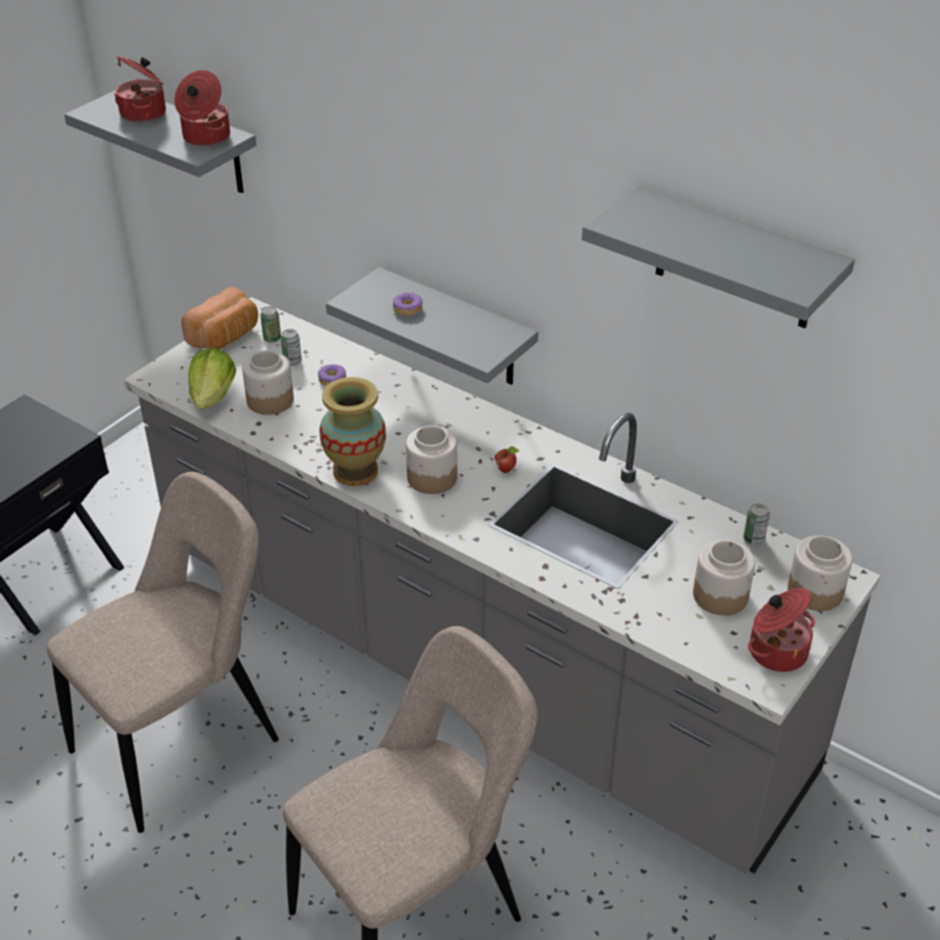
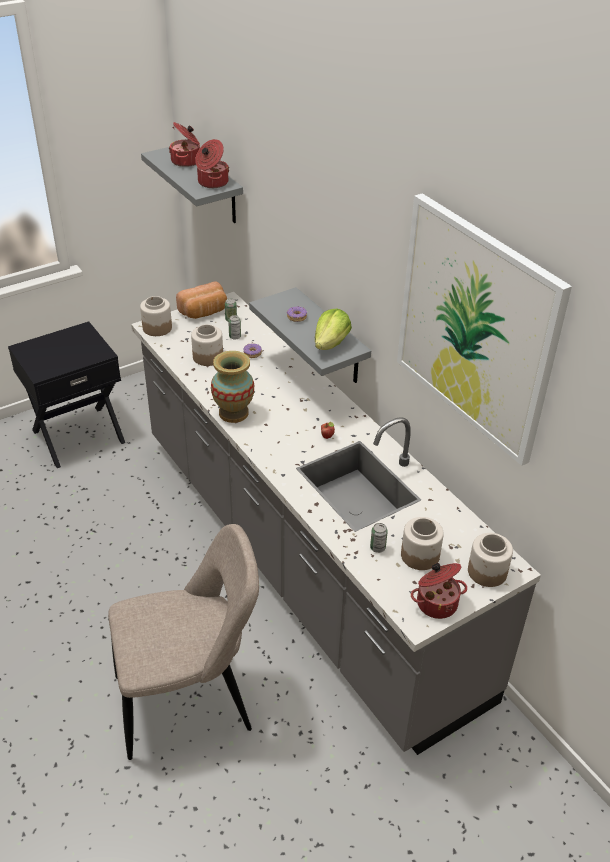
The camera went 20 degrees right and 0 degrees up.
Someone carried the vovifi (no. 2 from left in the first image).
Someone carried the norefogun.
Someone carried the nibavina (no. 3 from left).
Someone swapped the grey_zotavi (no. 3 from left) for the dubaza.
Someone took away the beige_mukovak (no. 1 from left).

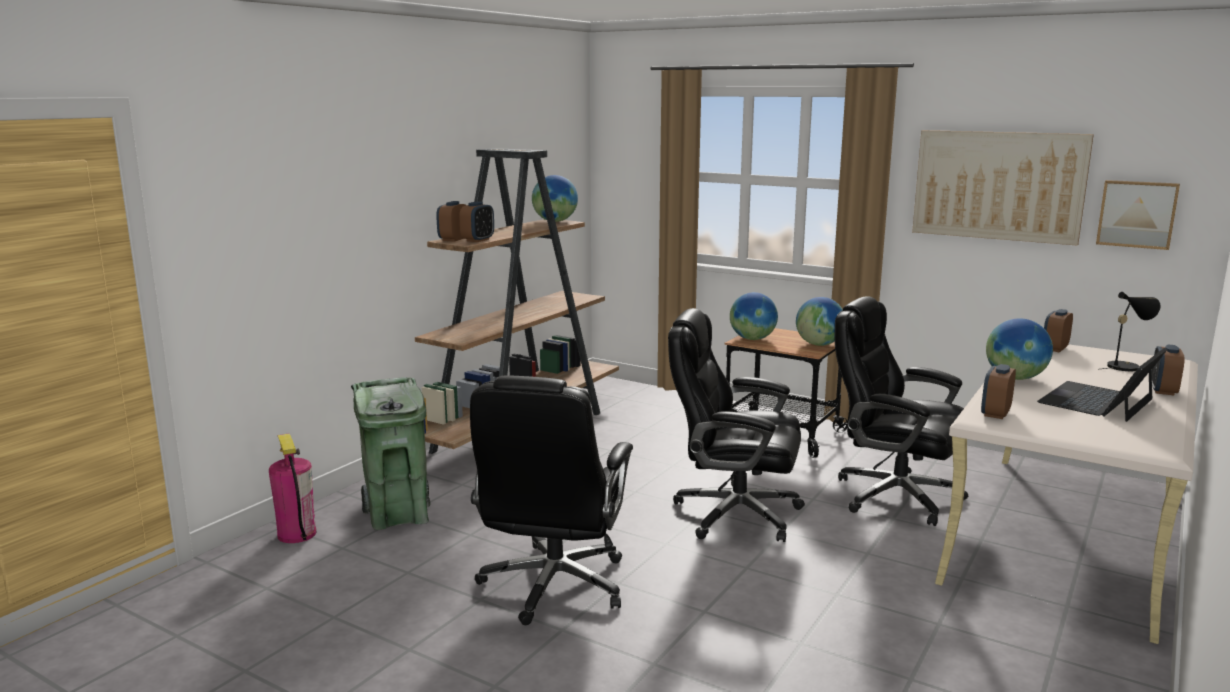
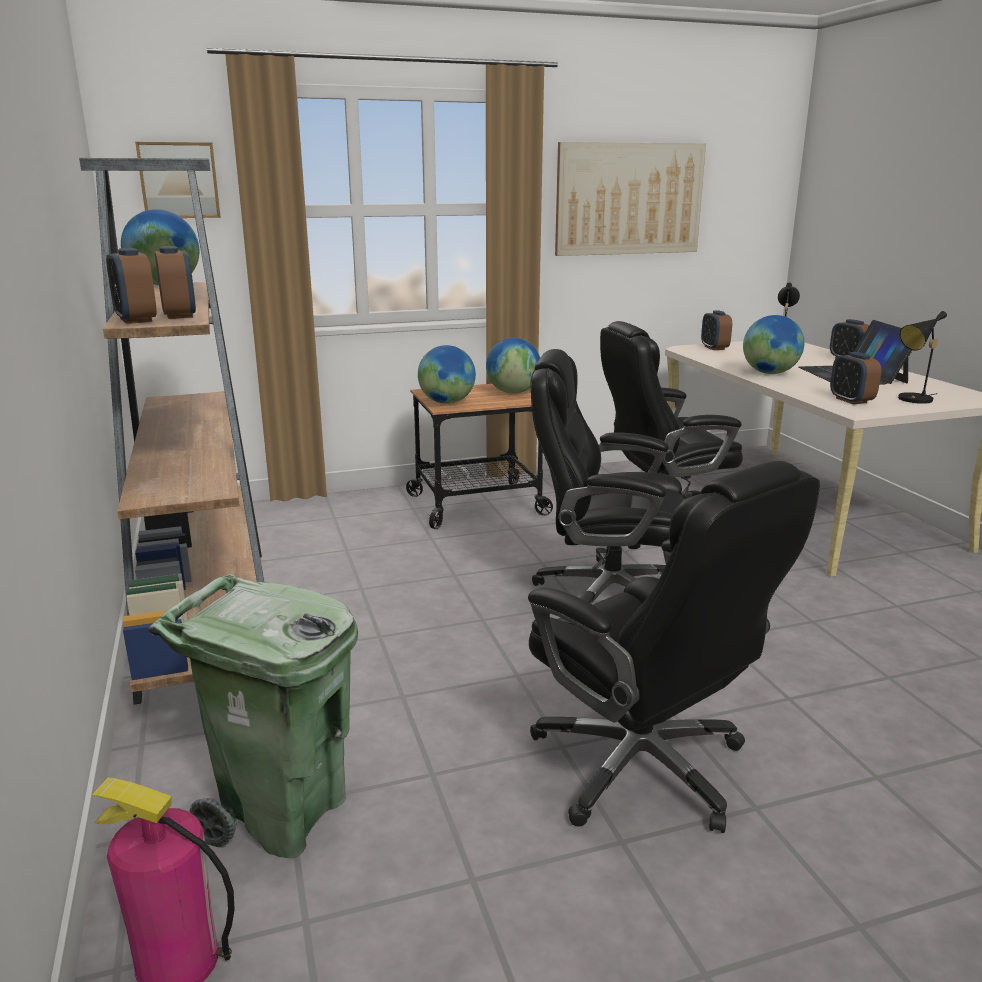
The camera went 50 degrees left and 5 degrees up.
Someone carried the dubaza (no. 2 from left in the first image).
Someone rotated the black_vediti (no. 2 from left in the first image) by 45 degrees clockwise.
Someone put down the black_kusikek (no. 2 from left).

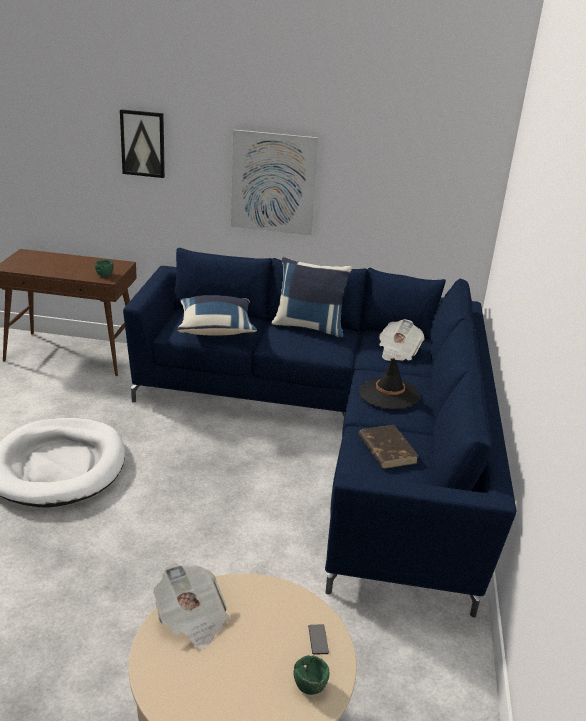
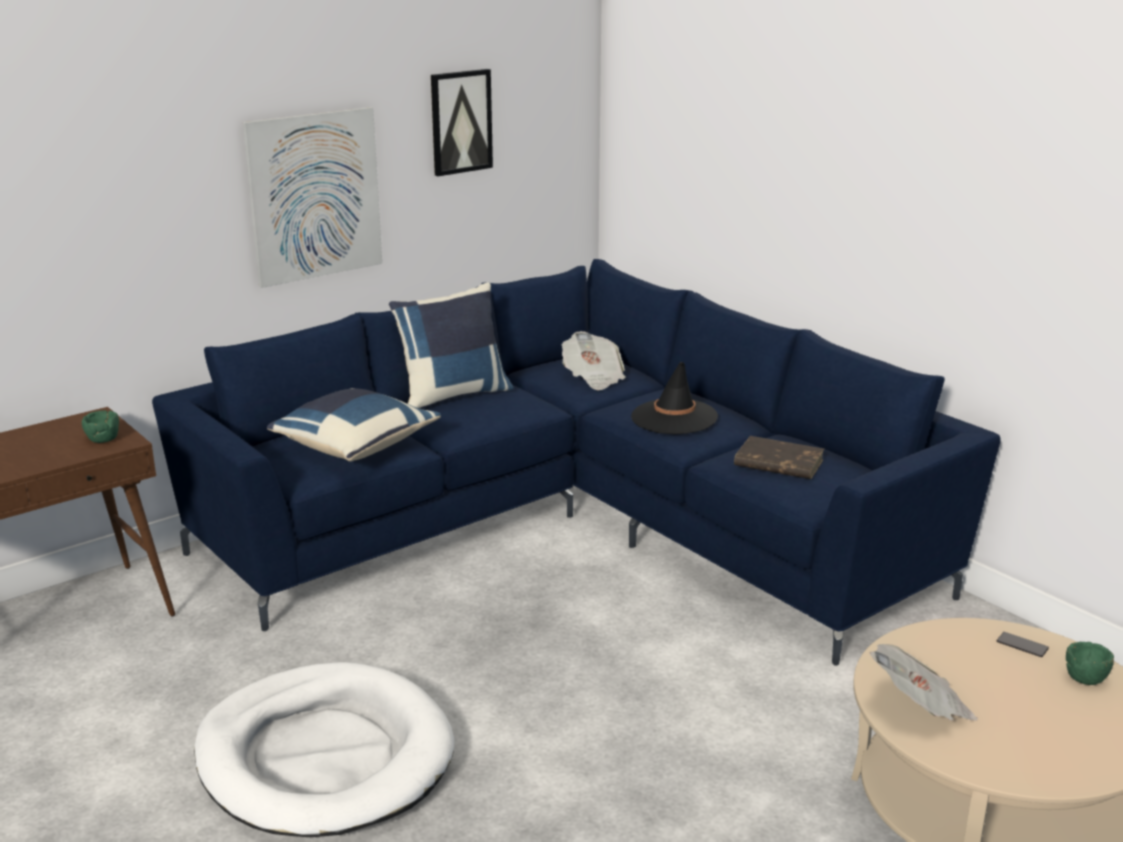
The camera went 45 degrees left and 5 degrees down.
Someone carried the dubaza (no. 1 from left in the first image).

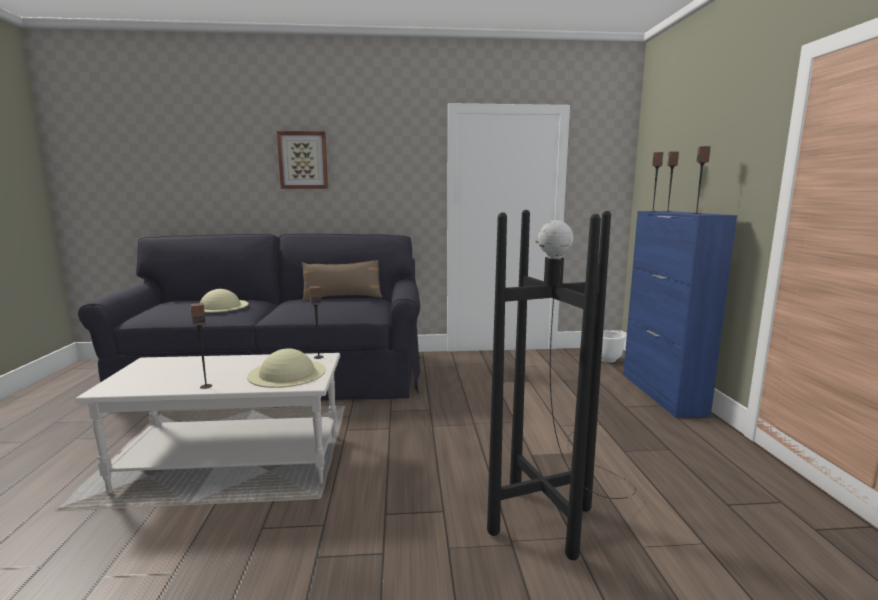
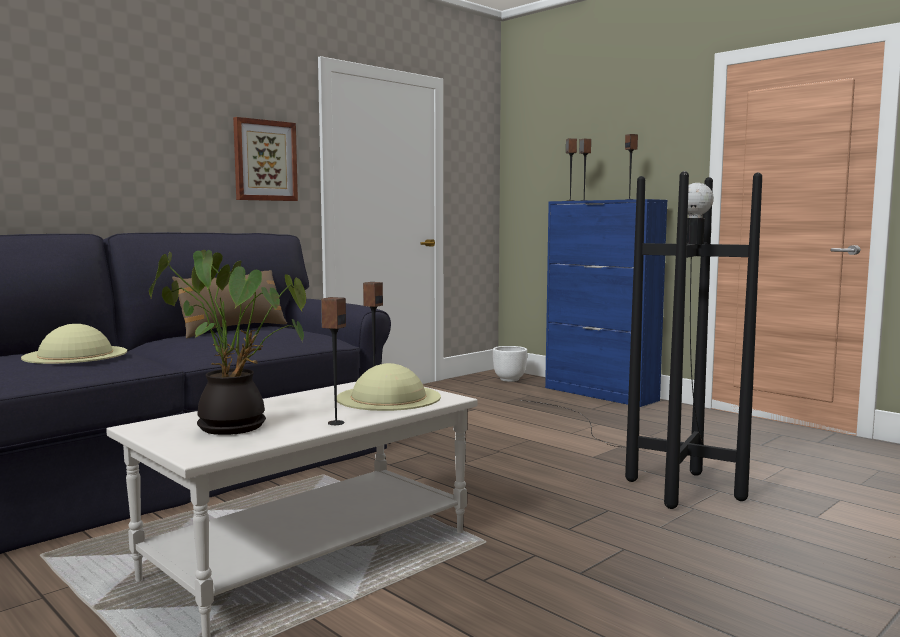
The camera went 40 degrees left and 5 degrees down.
Someone put down the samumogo.
Someone carried the dubaza.

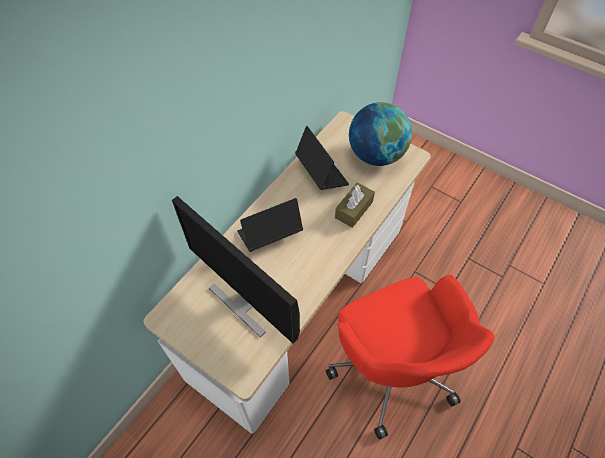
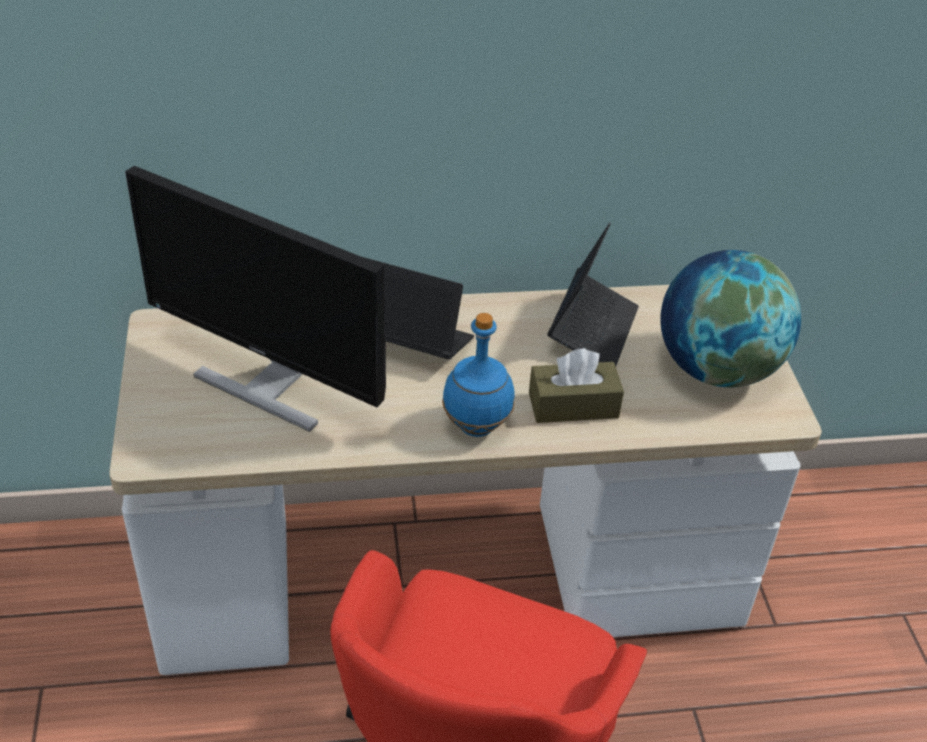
The camera went 45 degrees right and 15 degrees down.
Someone rotated the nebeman by 60 degrees counterclockwise.
Someone put down the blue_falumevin.

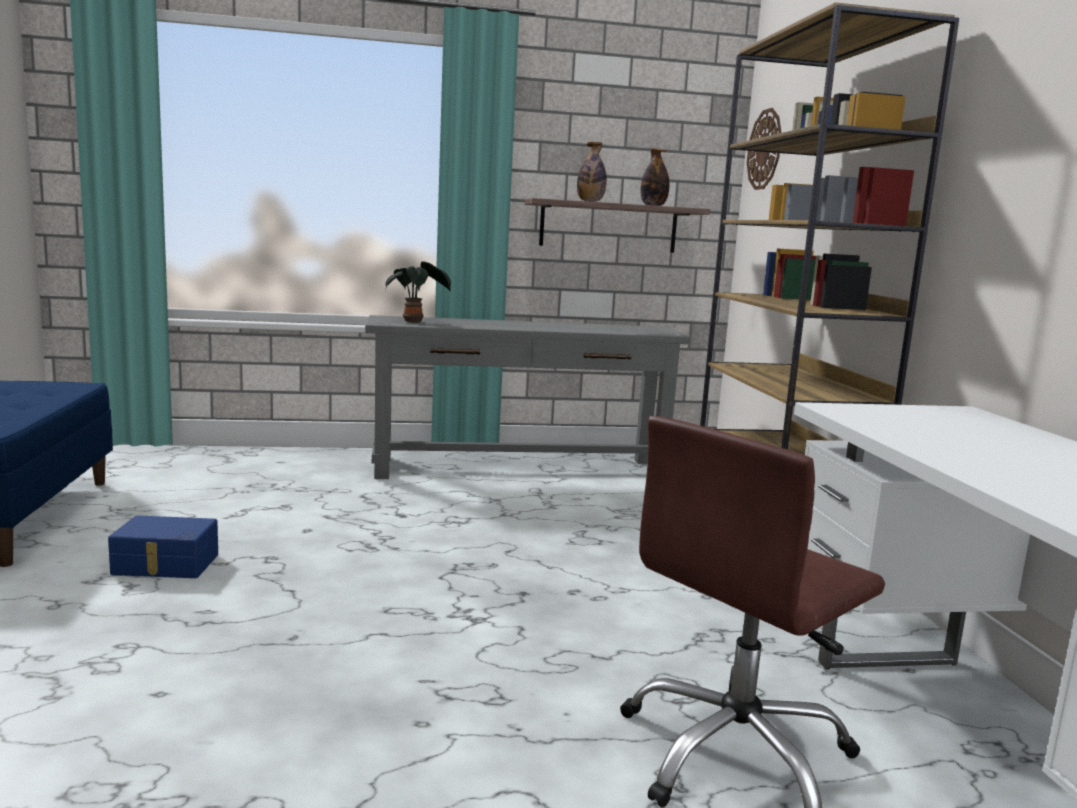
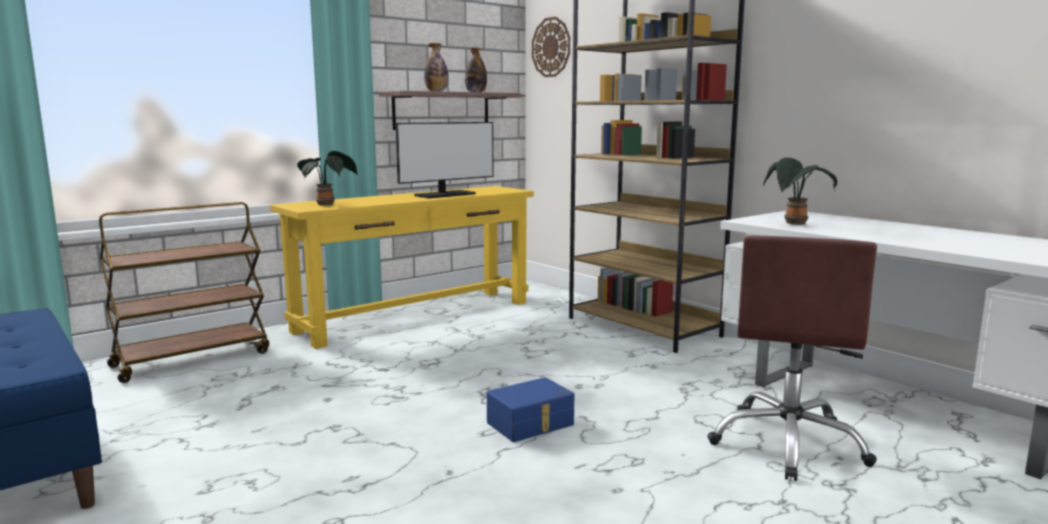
The camera went 30 degrees left and 0 degrees up.
Someone put down the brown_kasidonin.
Someone repainted the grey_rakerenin, which became the yellow_rakerenin.
Someone put down the nebeman.
Someone carried the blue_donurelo.
Someone put down the samumogo (no. 2 from left).

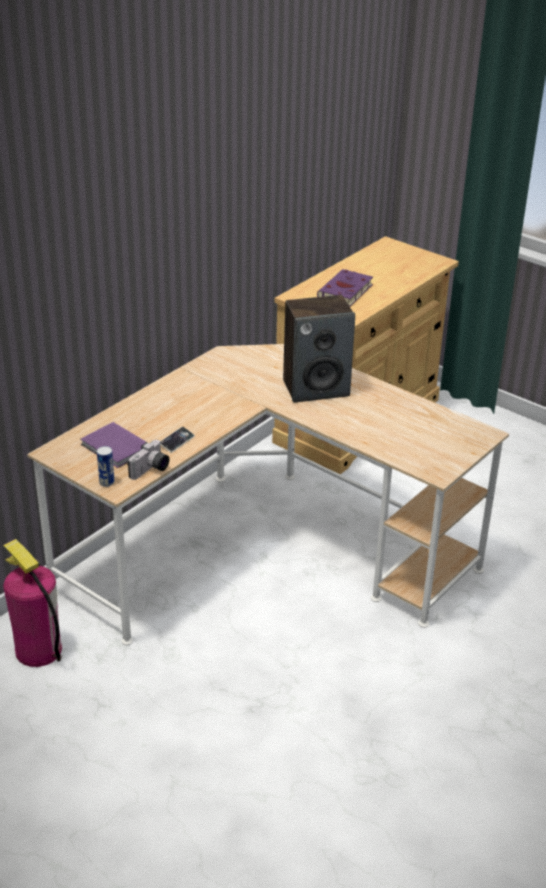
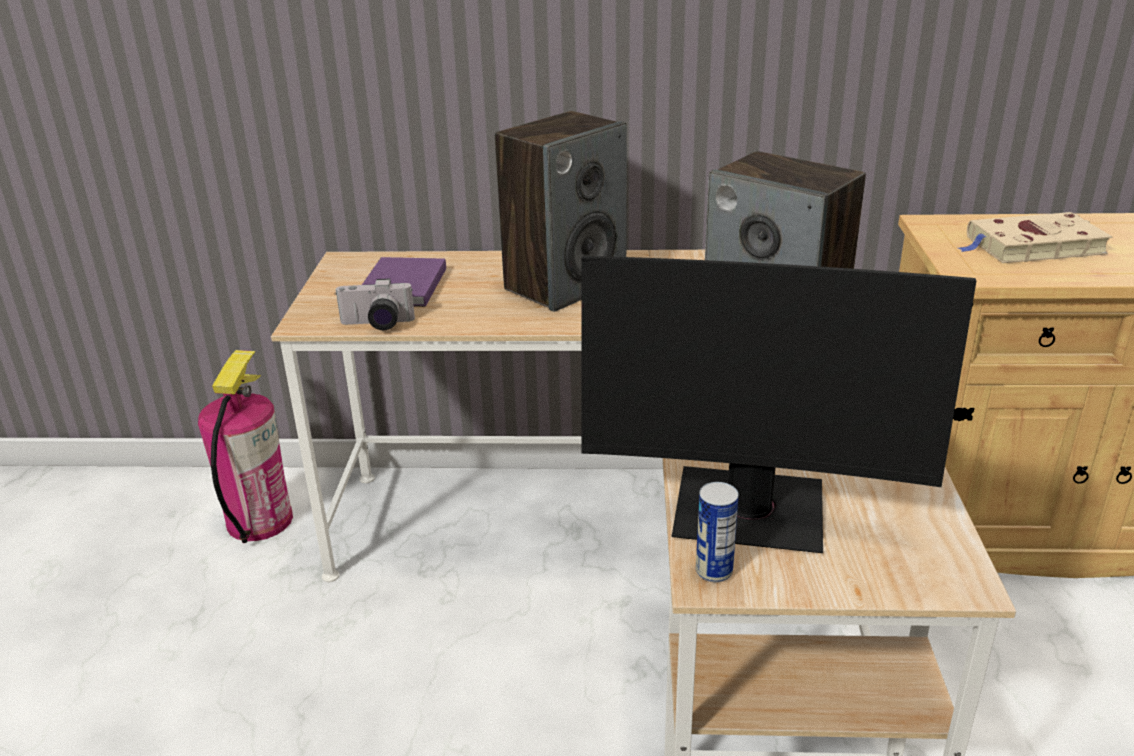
The camera went 55 degrees right and 5 degrees down.
Someone put down the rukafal (no. 1 from left).
Someone put down the nebeman.
Someone carried the nibavina.
Someone repainted the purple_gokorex (no. 2 from left), which became the beige_gokorex.
Someone took away the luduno.

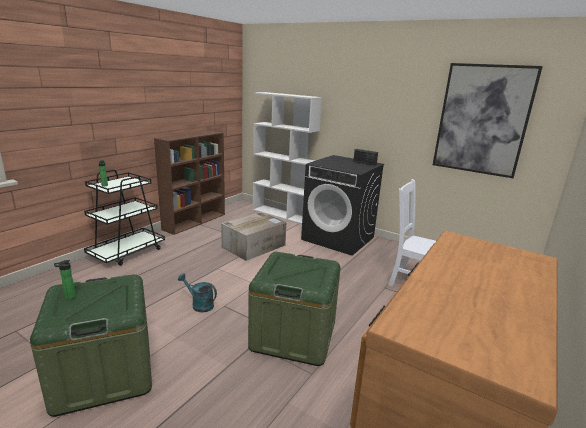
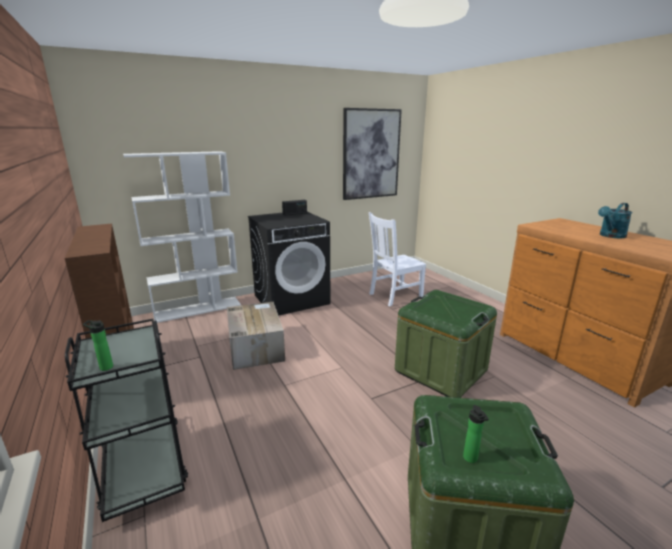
The camera went 60 degrees left and 0 degrees up.
Someone carried the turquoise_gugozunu.

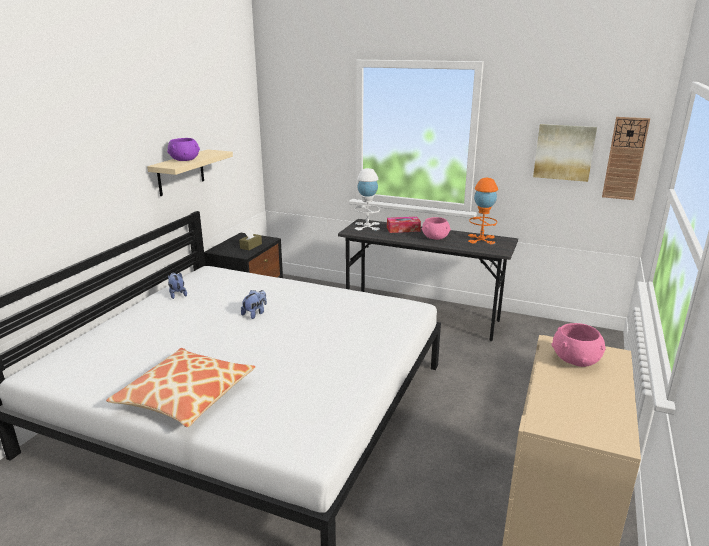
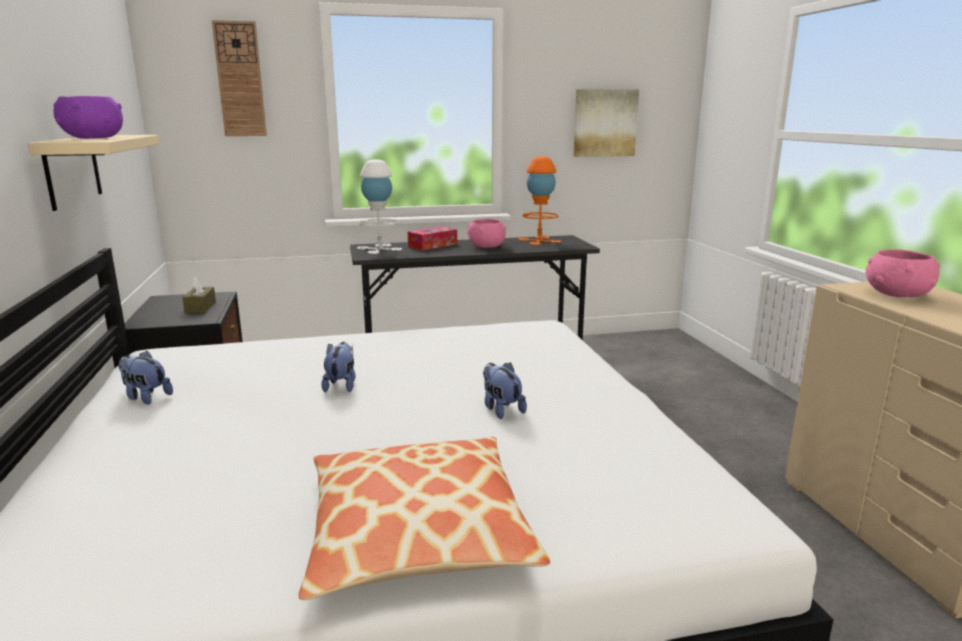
The camera went 35 degrees left and 5 degrees down.
Someone carried the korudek.
Someone put down the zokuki (no. 3 from left).

